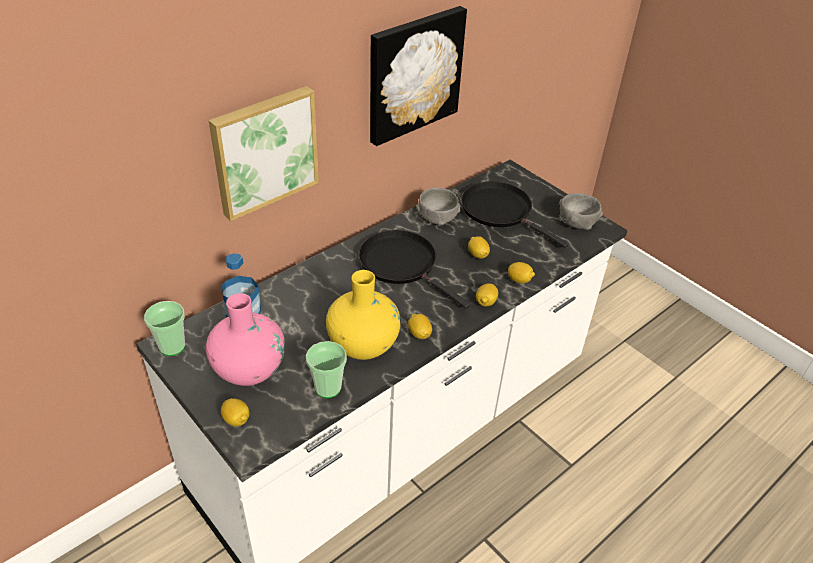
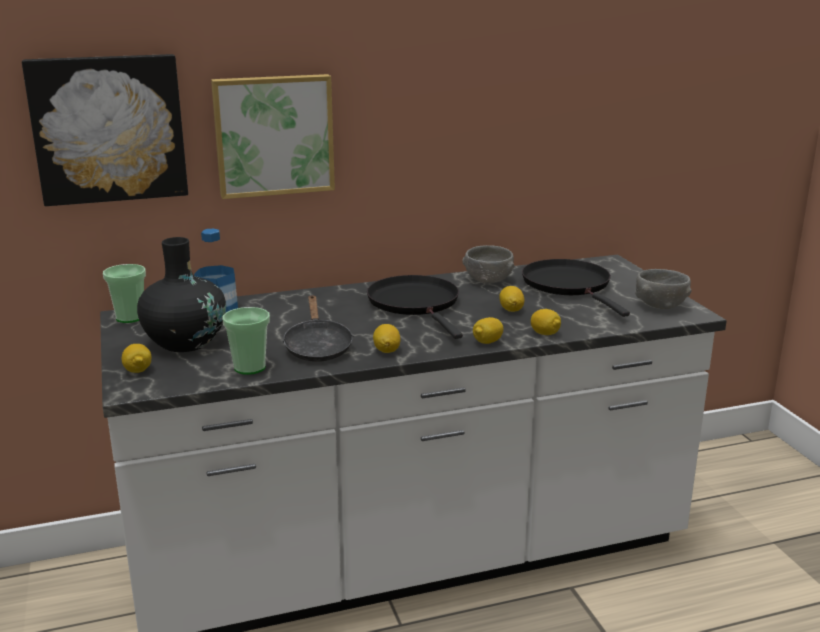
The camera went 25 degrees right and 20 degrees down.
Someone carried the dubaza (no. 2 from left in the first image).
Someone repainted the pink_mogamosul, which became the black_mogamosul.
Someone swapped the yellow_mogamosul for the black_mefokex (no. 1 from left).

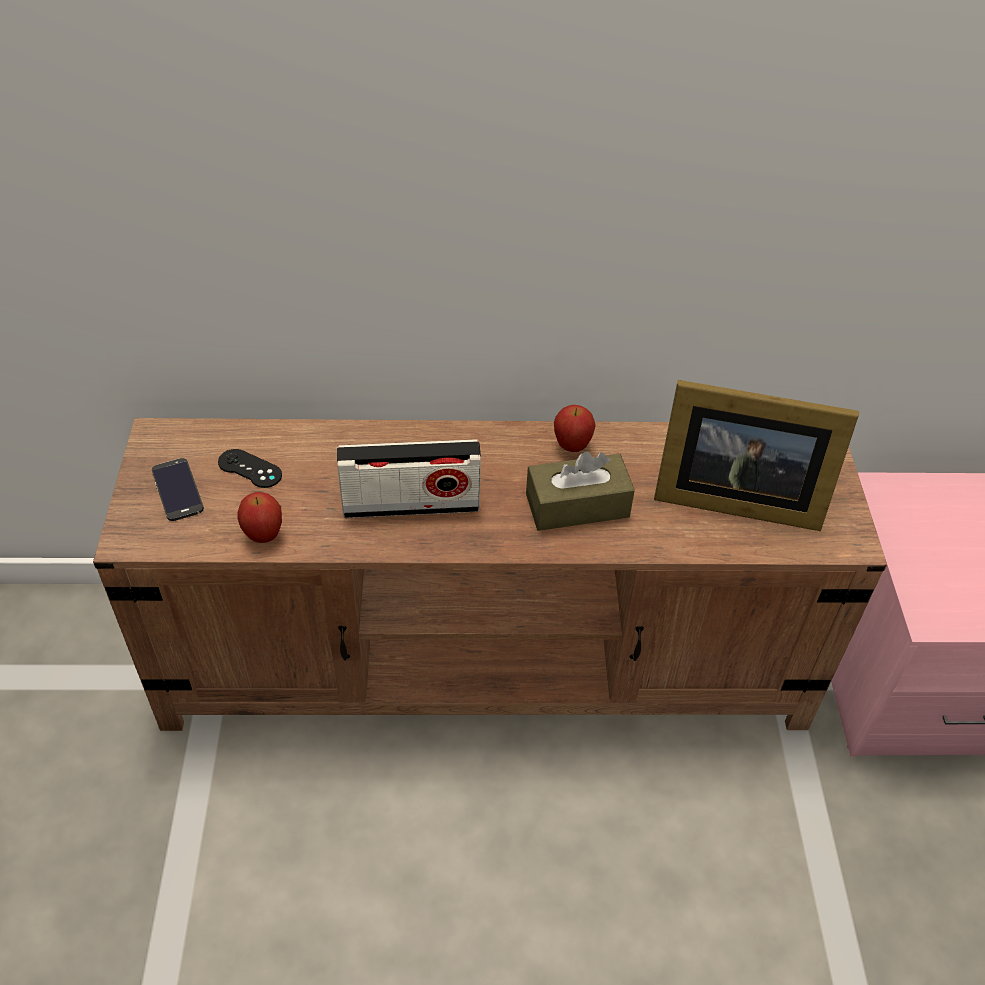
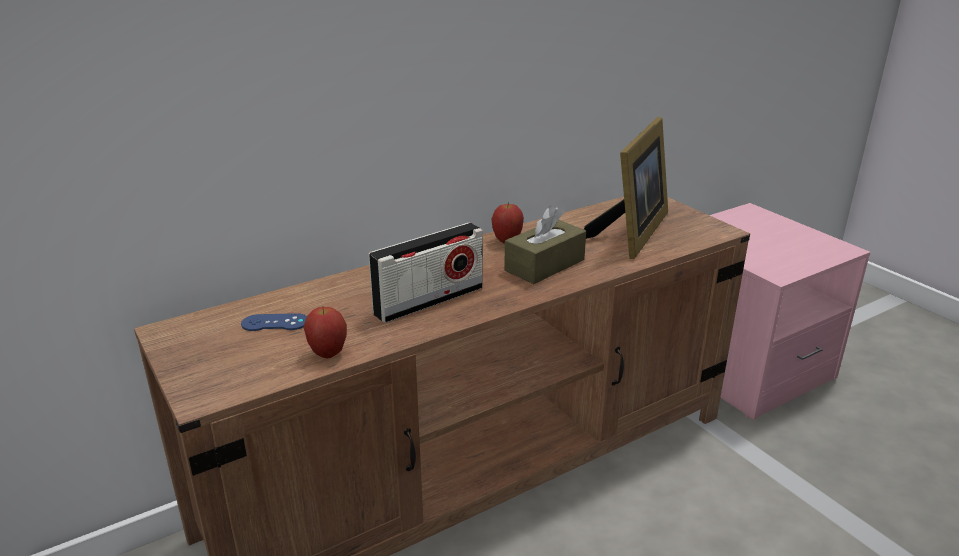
The camera went 30 degrees left and 20 degrees down.
Someone repainted the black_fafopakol, which became the blue_fafopakol.
Someone rotated the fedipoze by 45 degrees counterclockwise.
Someone took away the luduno.

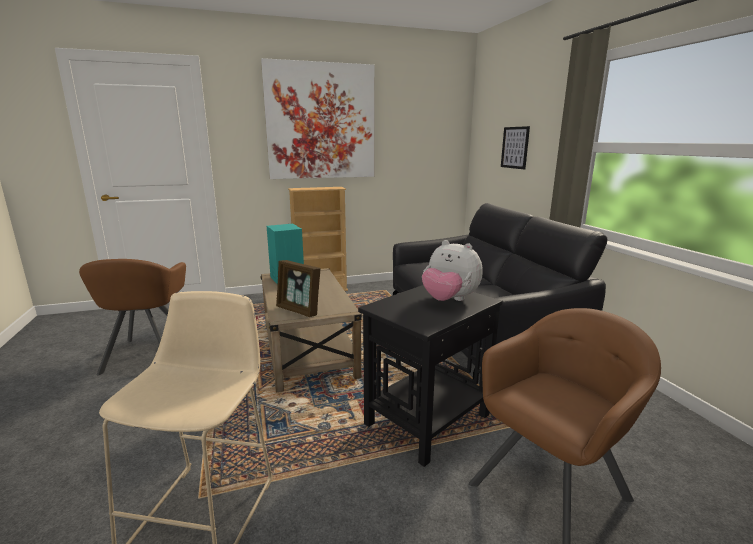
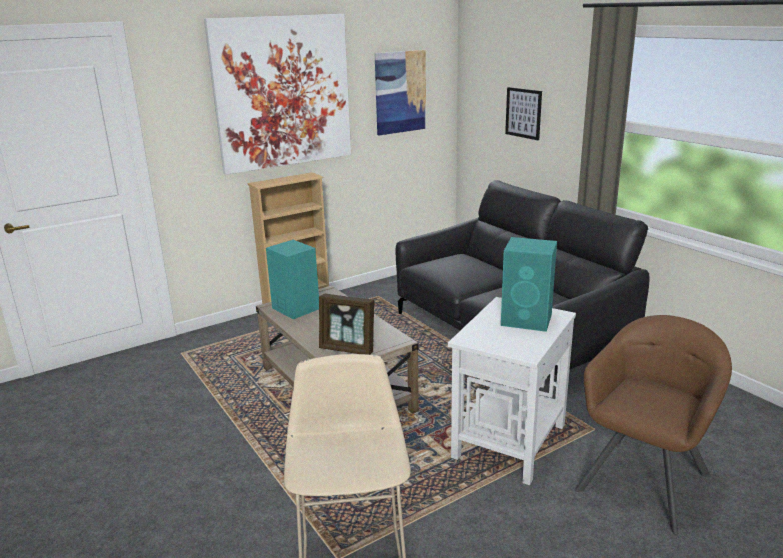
The camera went 15 degrees left and 5 degrees up.
Someone put up the dubaza (no. 2 from left).
Someone repainted the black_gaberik, which became the white_gaberik.
Someone swapped the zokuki for the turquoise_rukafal (no. 2 from left).
Someone took away the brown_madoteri (no. 1 from left).

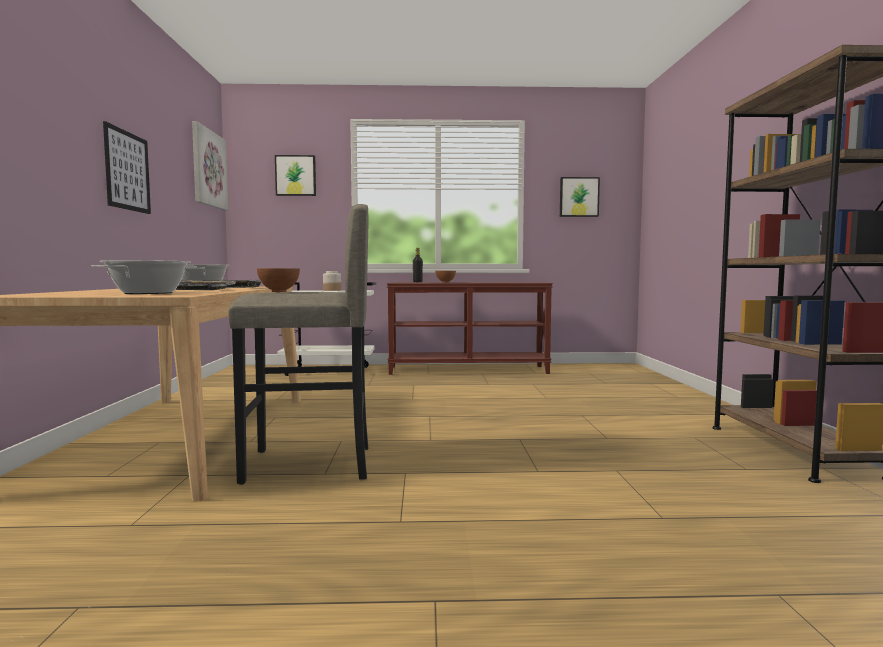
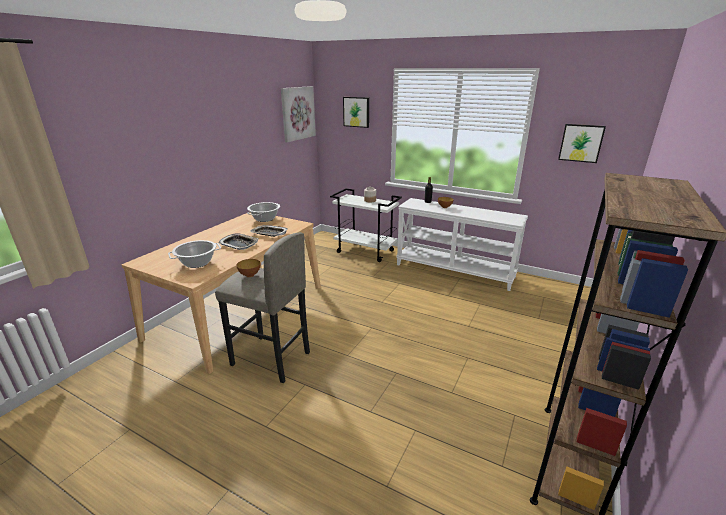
The camera went 30 degrees right and 20 degrees up.
Someone repainted the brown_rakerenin, which became the white_rakerenin.
Someone took away the dubaza (no. 1 from left).

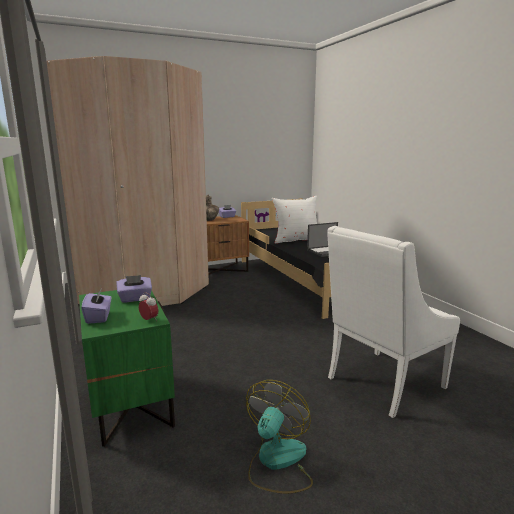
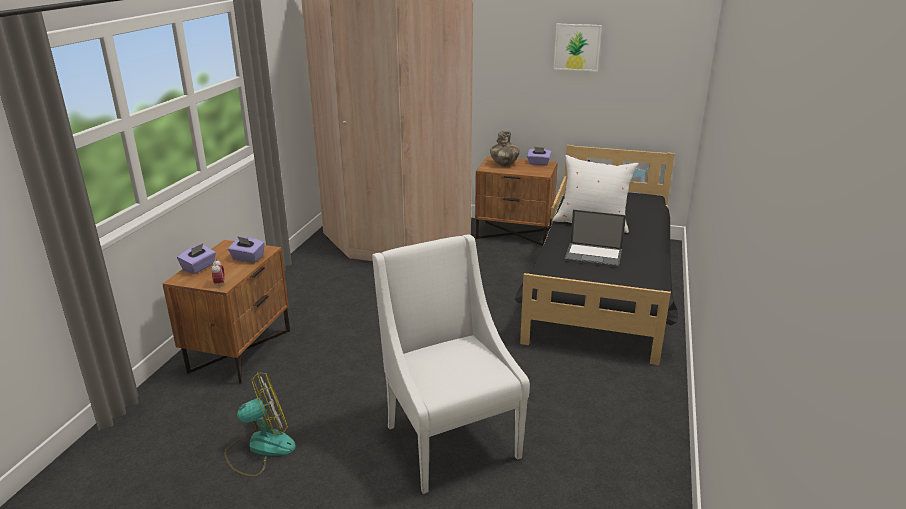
The camera went 40 degrees right and 10 degrees up.
Someone repainted the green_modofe, which became the brown_modofe (no. 1 from left).
Someone rotated the white_madoteri by 60 degrees clockwise.
Someone put up the dubaza.

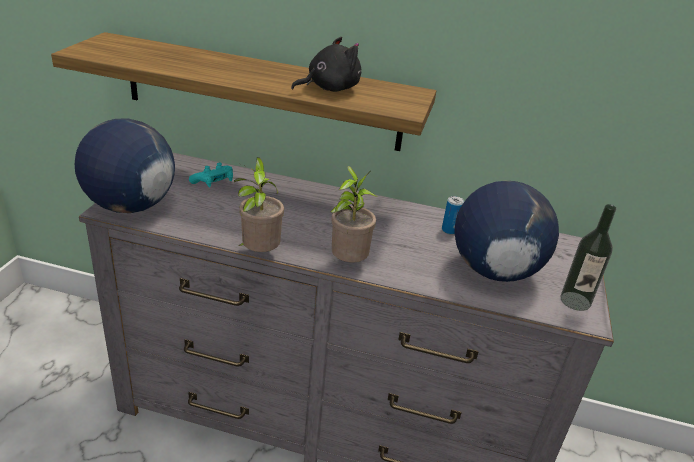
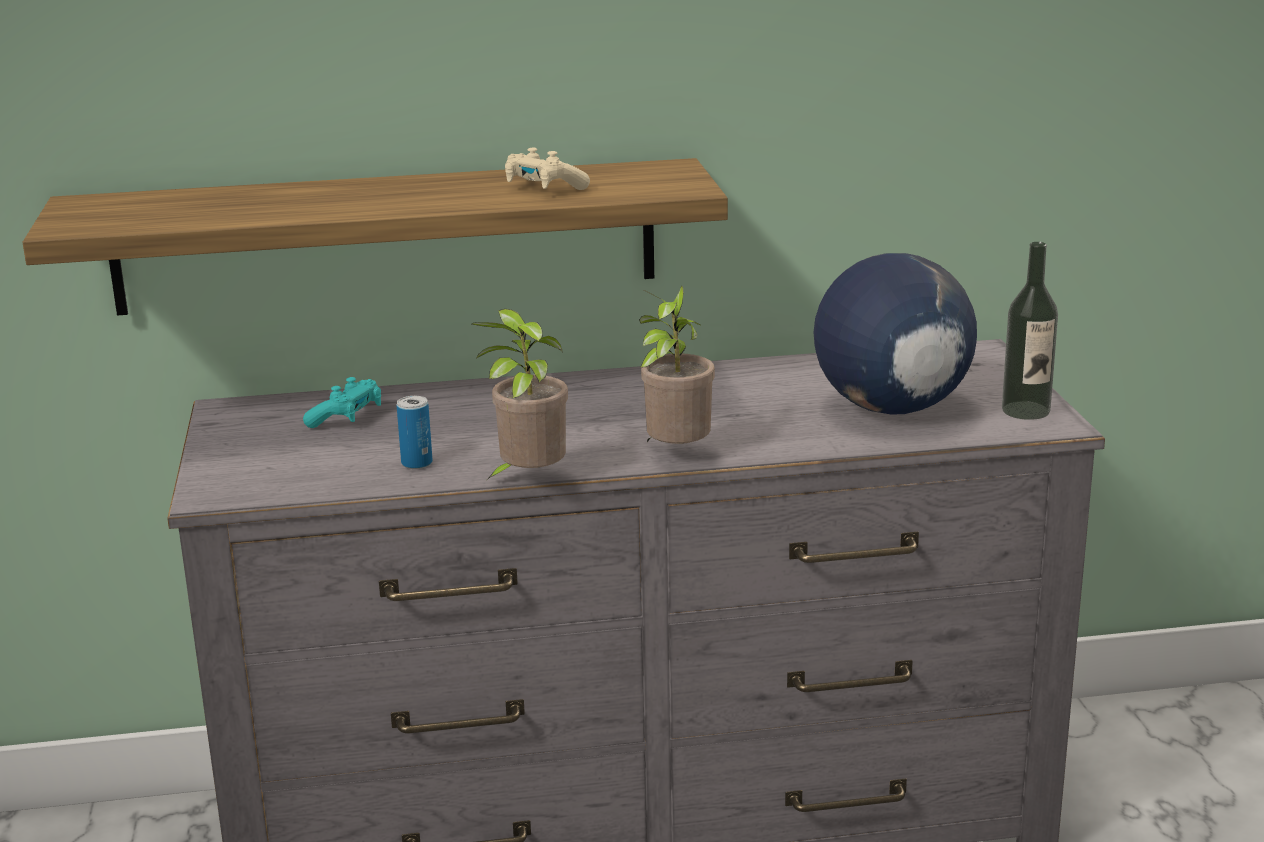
The camera went 20 degrees left and 10 degrees down.
Someone carried the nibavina.
Someone swapped the black_zokuki for the beige_fafopakol.
Someone took away the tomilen (no. 1 from left).

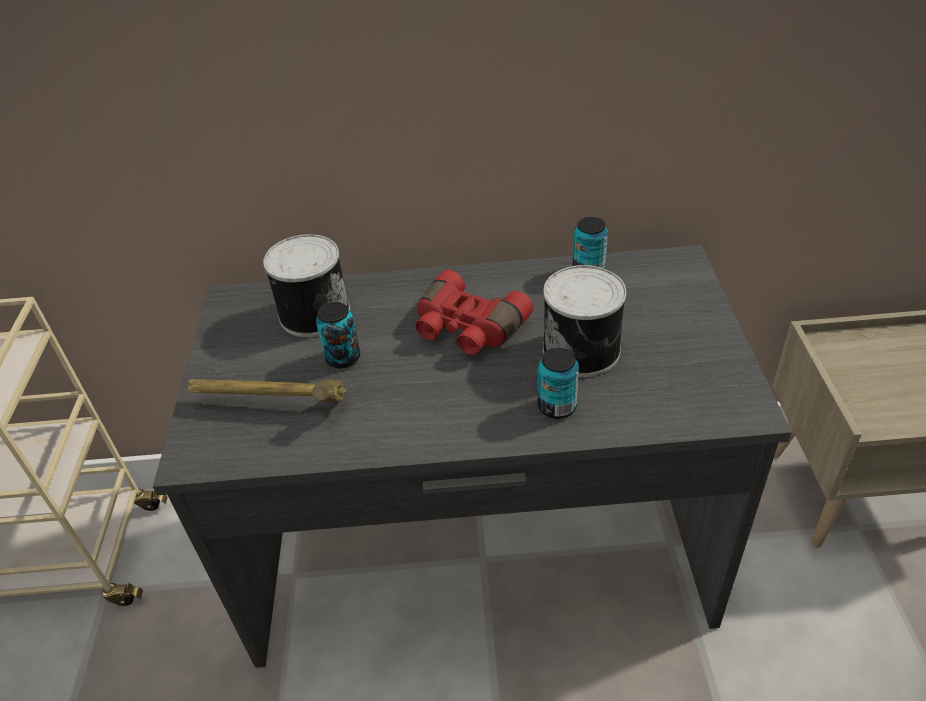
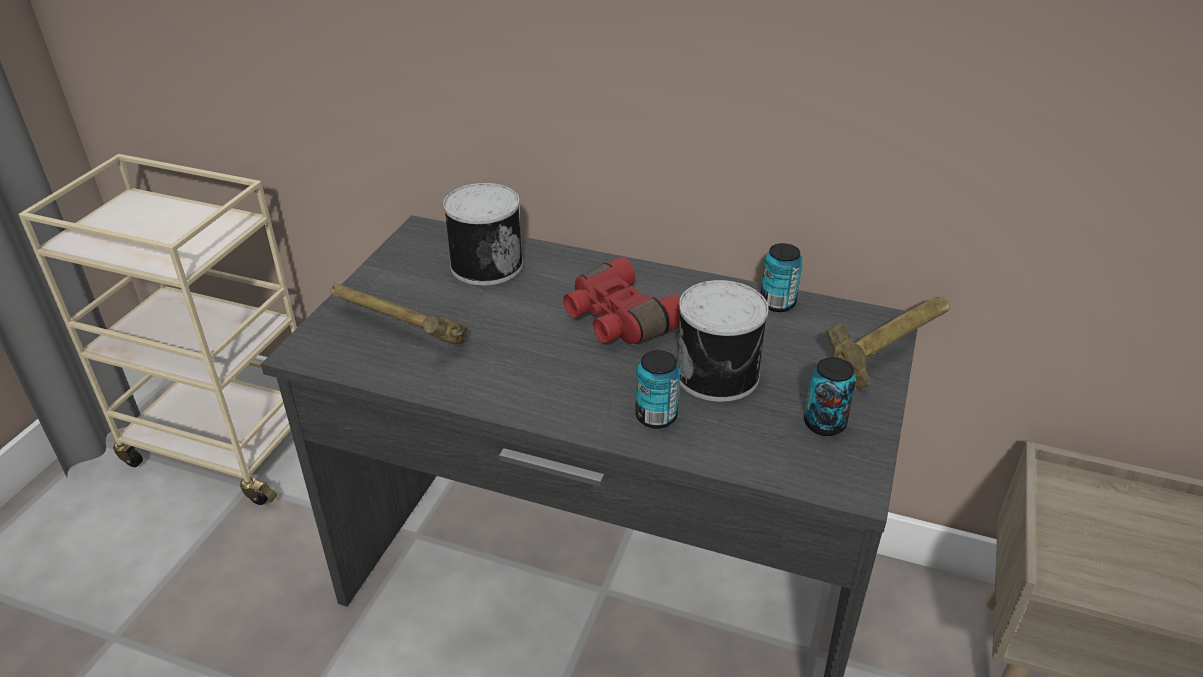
The camera went 20 degrees right and 5 degrees down.
Someone carried the nibavina (no. 2 from left in the first image).
Someone put down the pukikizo (no. 2 from left).

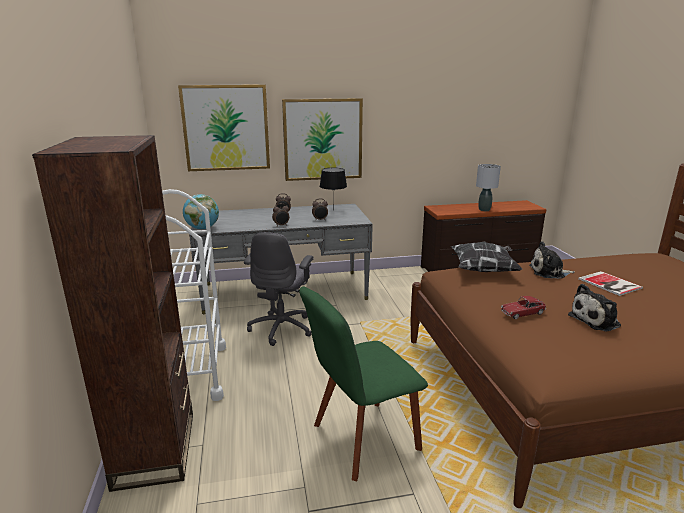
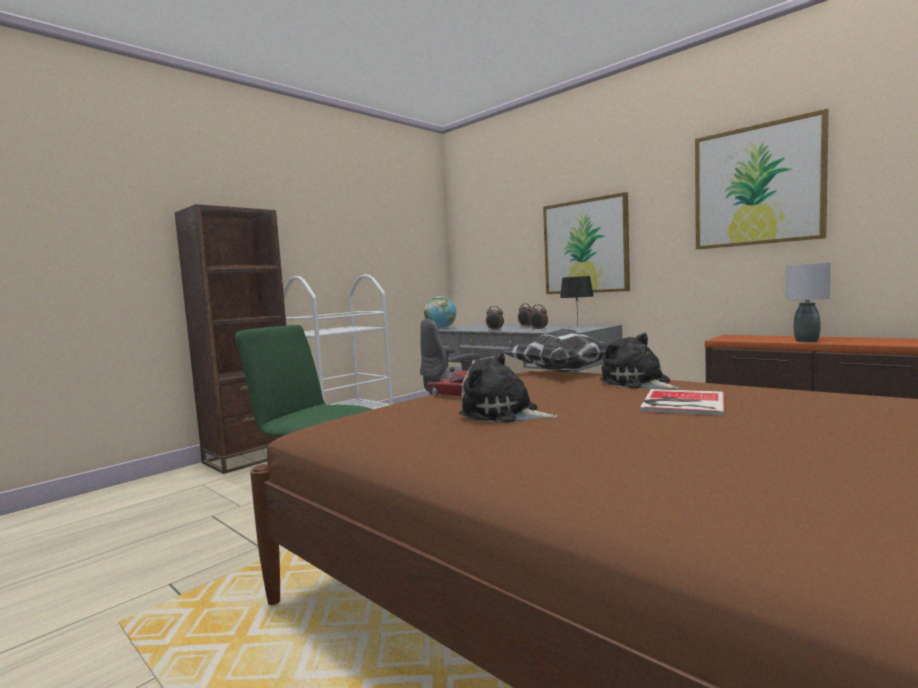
The camera went 55 degrees right and 15 degrees down.
Someone carried the dubaza (no. 1 from left in the first image).

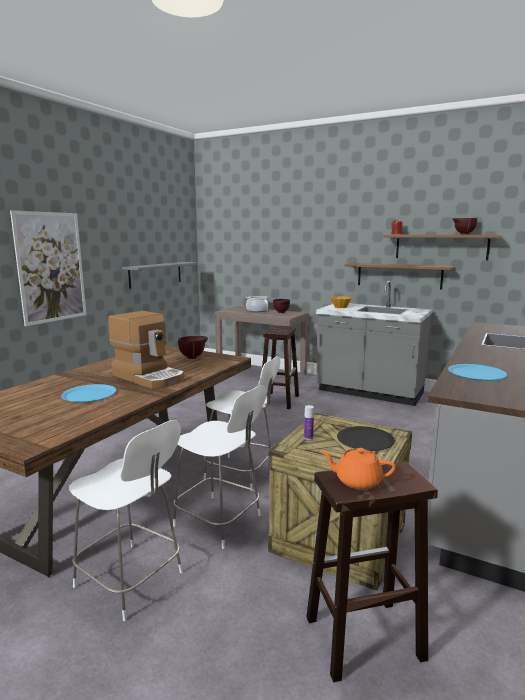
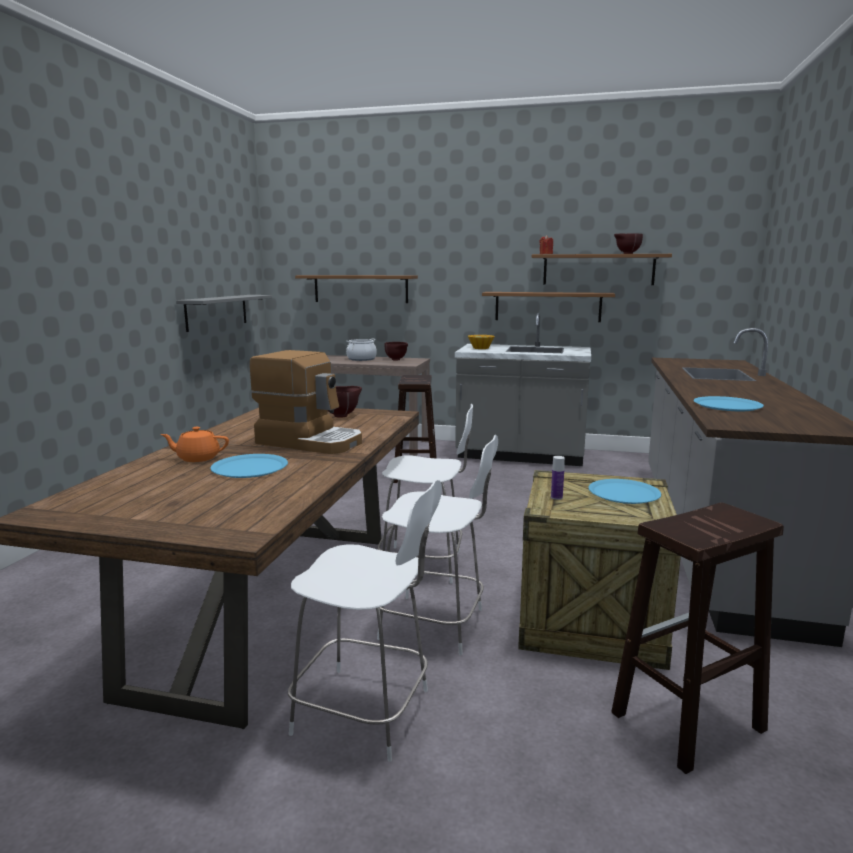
The camera went 15 degrees left and 0 degrees up.
Someone carried the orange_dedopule.
Someone put up the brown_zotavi (no. 1 from left).
Someone repainted the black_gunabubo, which became the blue_gunabubo (no. 2 from left).
Someone took away the dubaza.

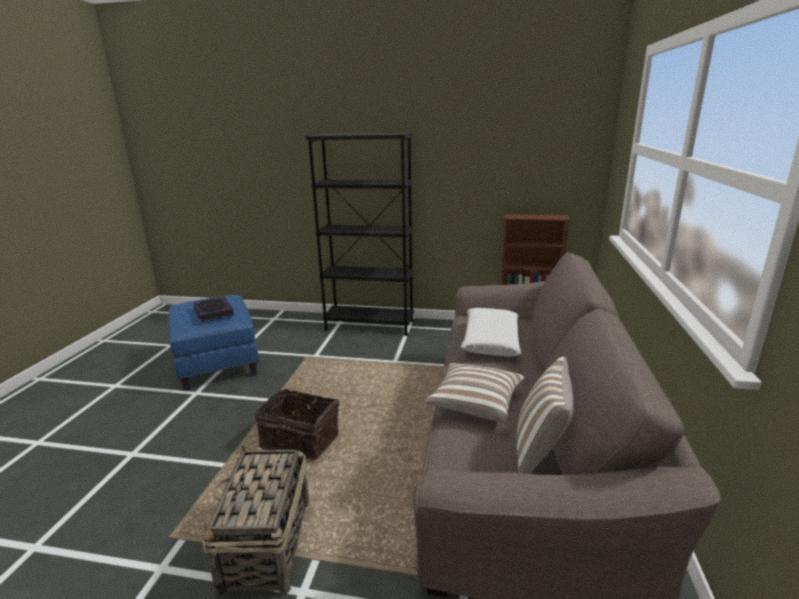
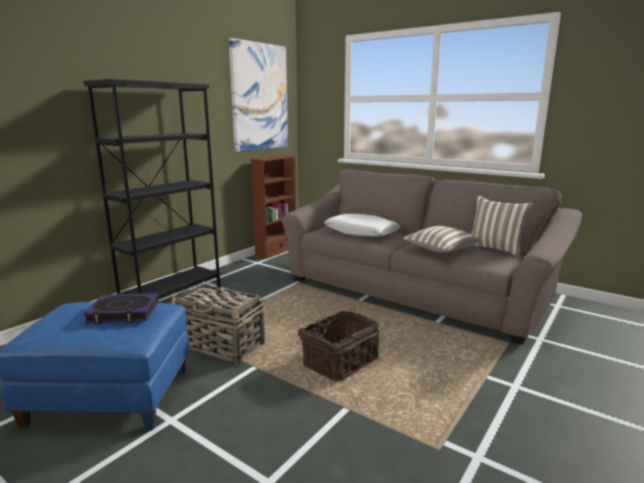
The camera went 65 degrees left and 5 degrees down.
Someone carried the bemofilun (no. 1 from left).
Someone put up the dubaza.

